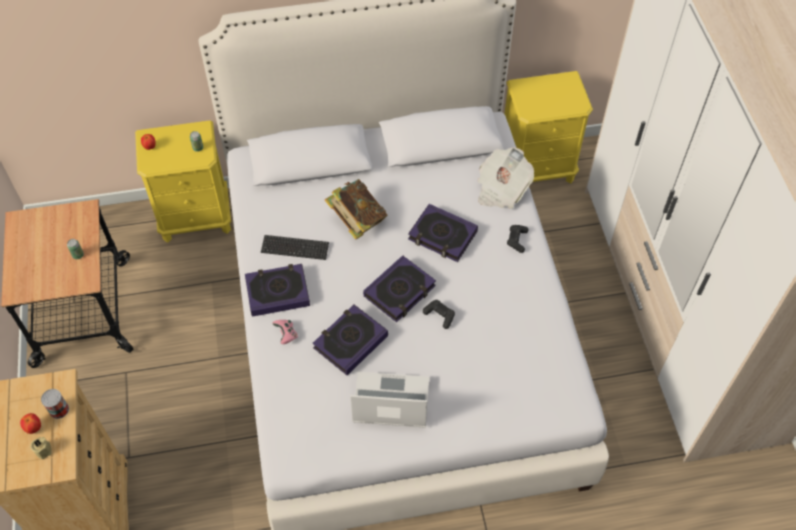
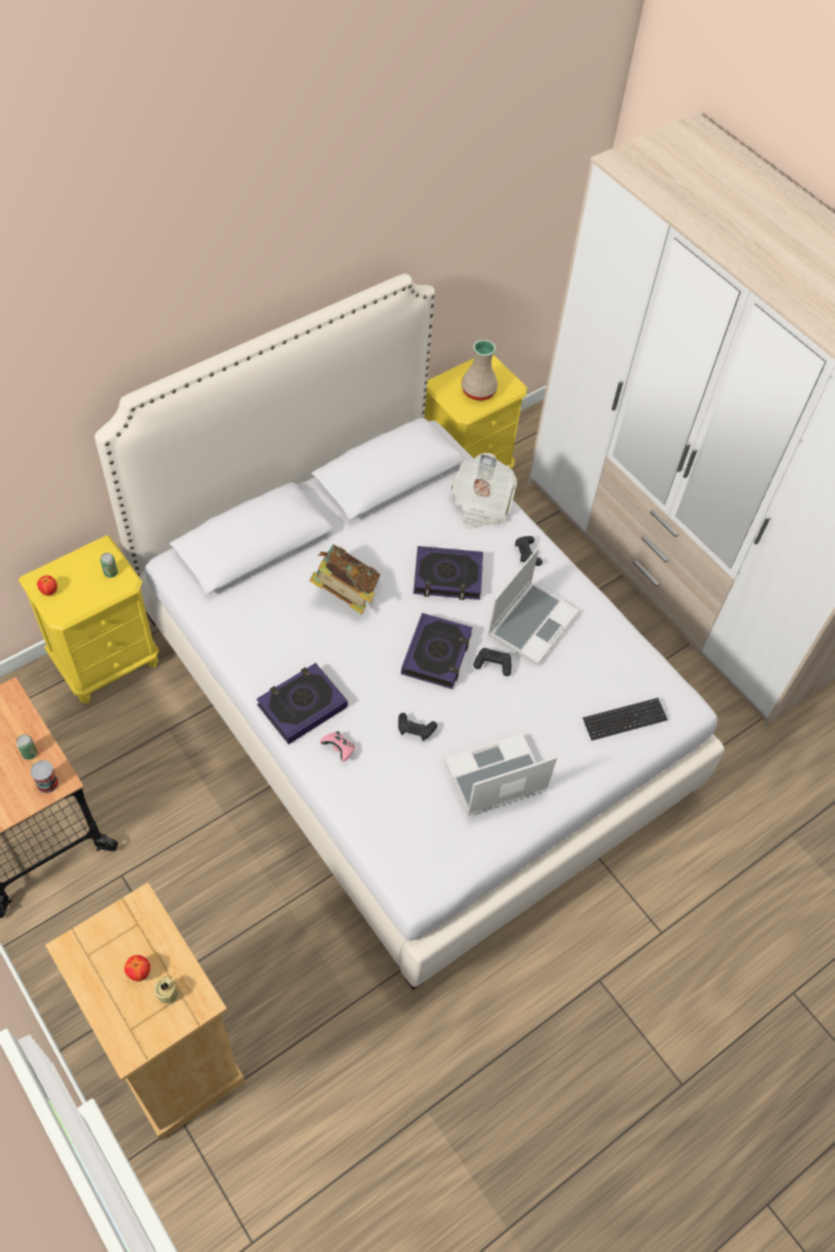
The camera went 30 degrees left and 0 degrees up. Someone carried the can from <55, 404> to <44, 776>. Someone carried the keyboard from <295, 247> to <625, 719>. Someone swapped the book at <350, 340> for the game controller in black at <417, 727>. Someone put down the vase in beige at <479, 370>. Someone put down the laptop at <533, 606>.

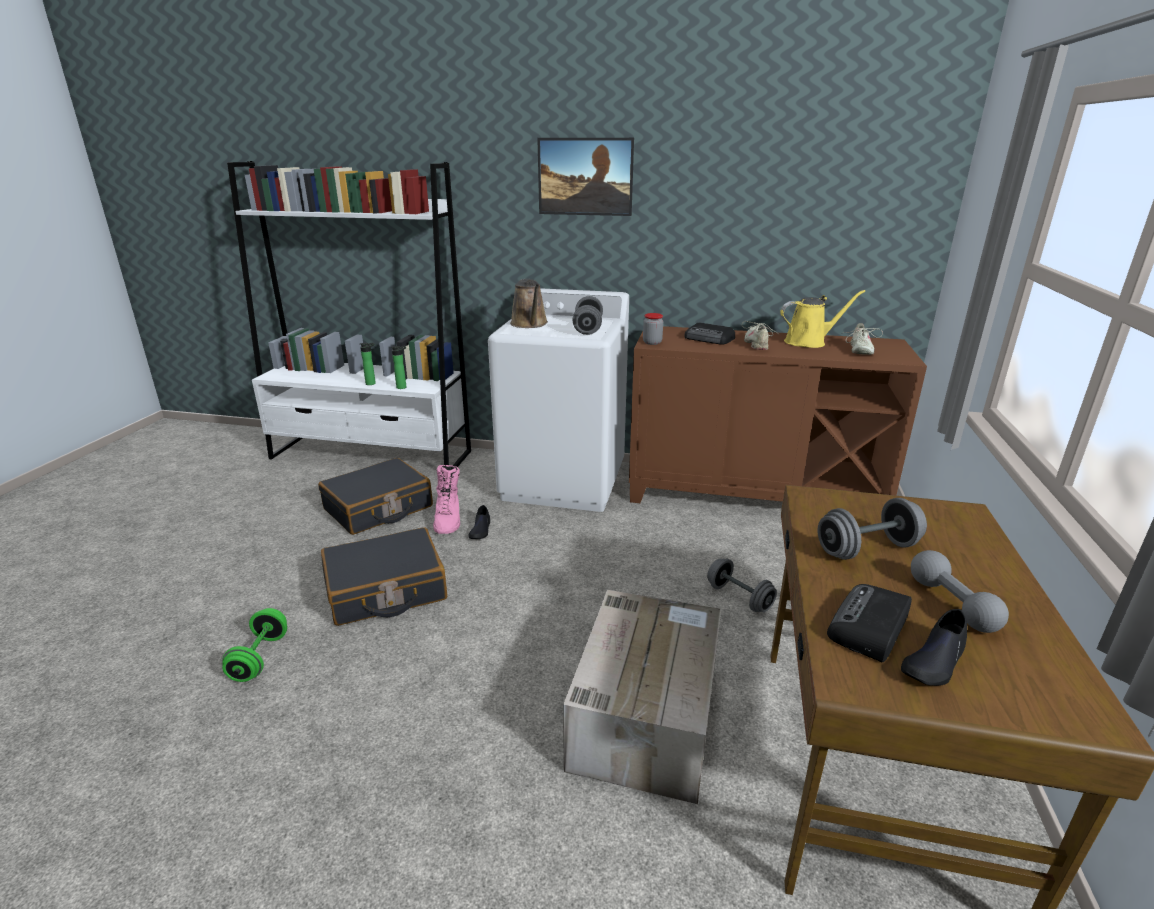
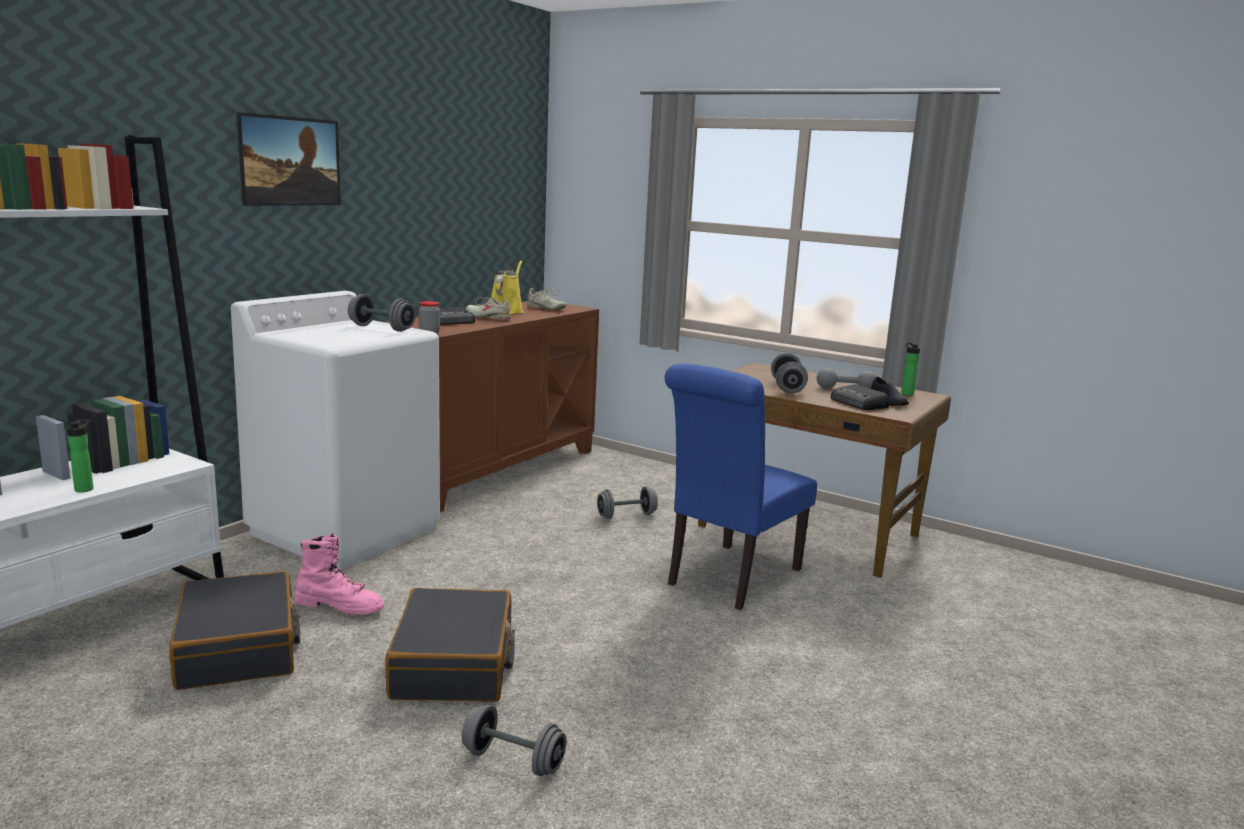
The camera went 70 degrees left and 10 degrees down. Someone repainted the dumbbell in green at <254, 645>, which became the dumbbell in grey at <514, 740>. Someone carried the bottle from <398, 367> to <910, 369>. Someone took away the shoe in black at <479, 522>. Someone took away the watering can in brown at <529, 303>. Someone swapped the cardboard box at <642, 697> for the chair in blue at <741, 487>.

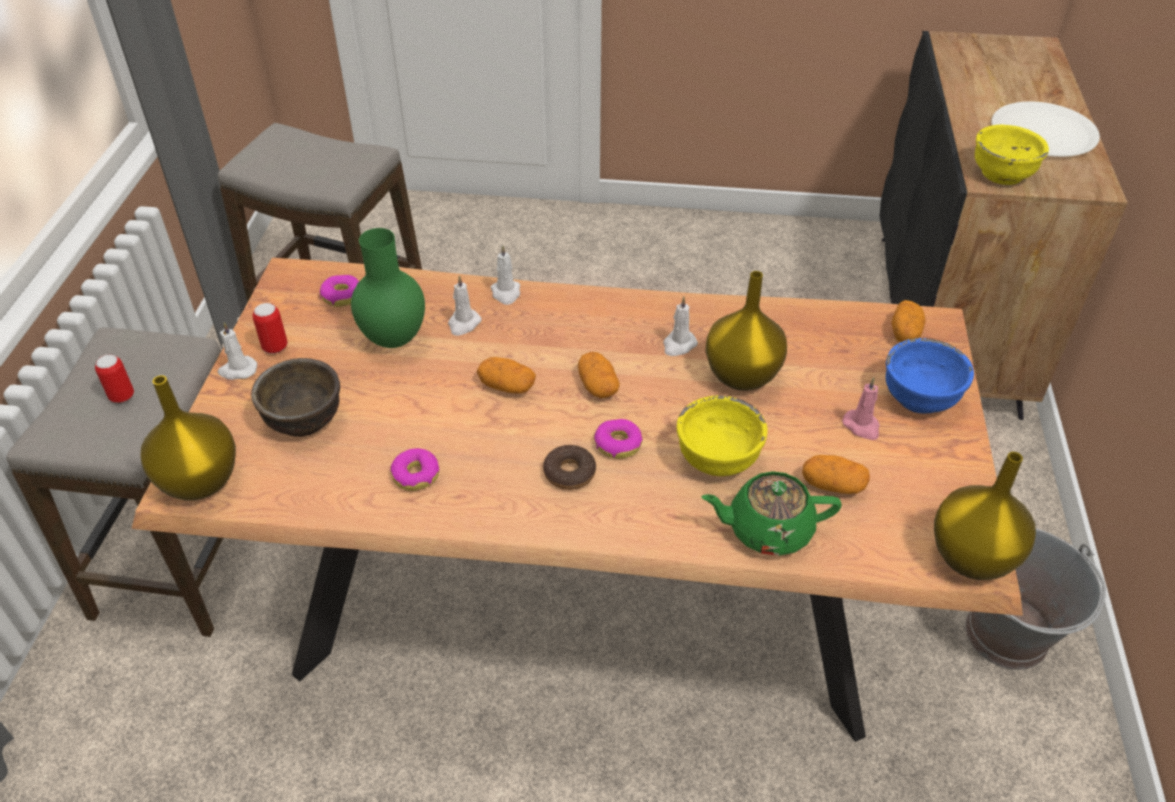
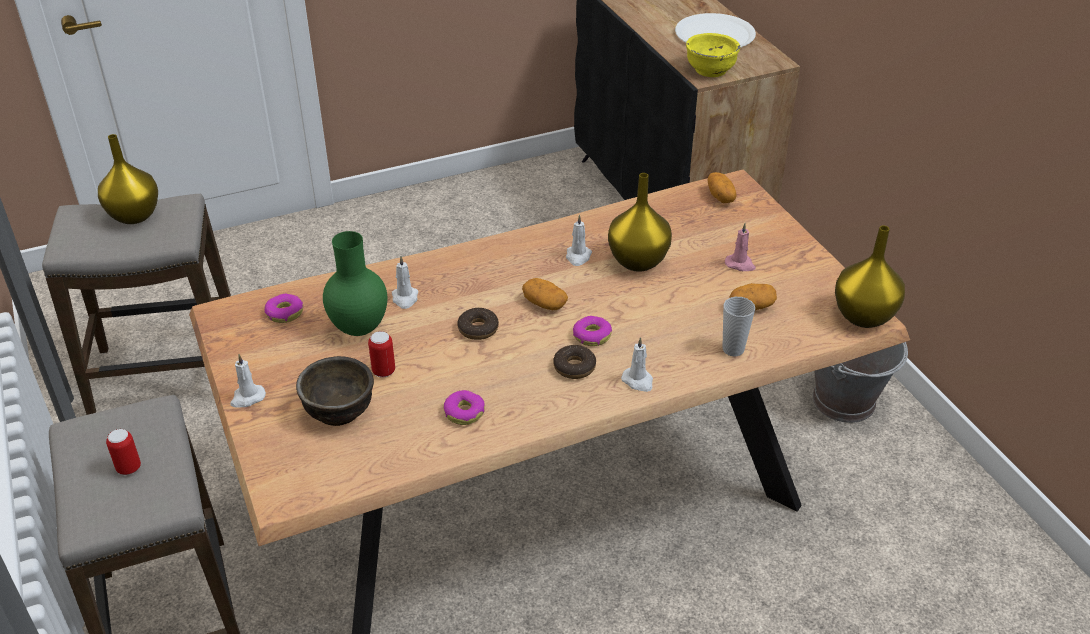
The camera went 30 degrees left and 5 degrees down. Someone carried the vase in yellow from <188, 438> to <128, 179>. Someone carried the can from <270, 328> to <381, 354>. Someone swapped the potato at <506, 375> for the donut at <478, 324>. Someone carried the candle in white from <505, 275> to <637, 364>. Someone took away the bowl in yellow at <722, 435>. Someone swapped the teapot in green at <771, 513> for the cup at <739, 326>. Someone took away the bowl in blue at <930, 376>.

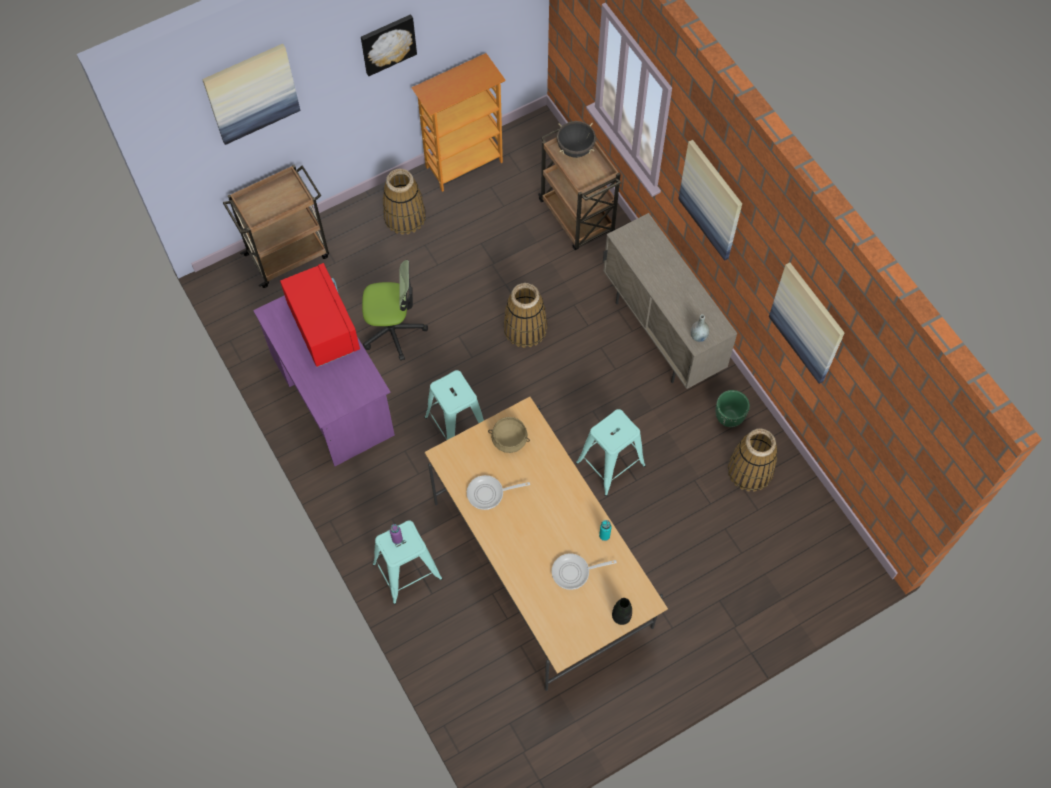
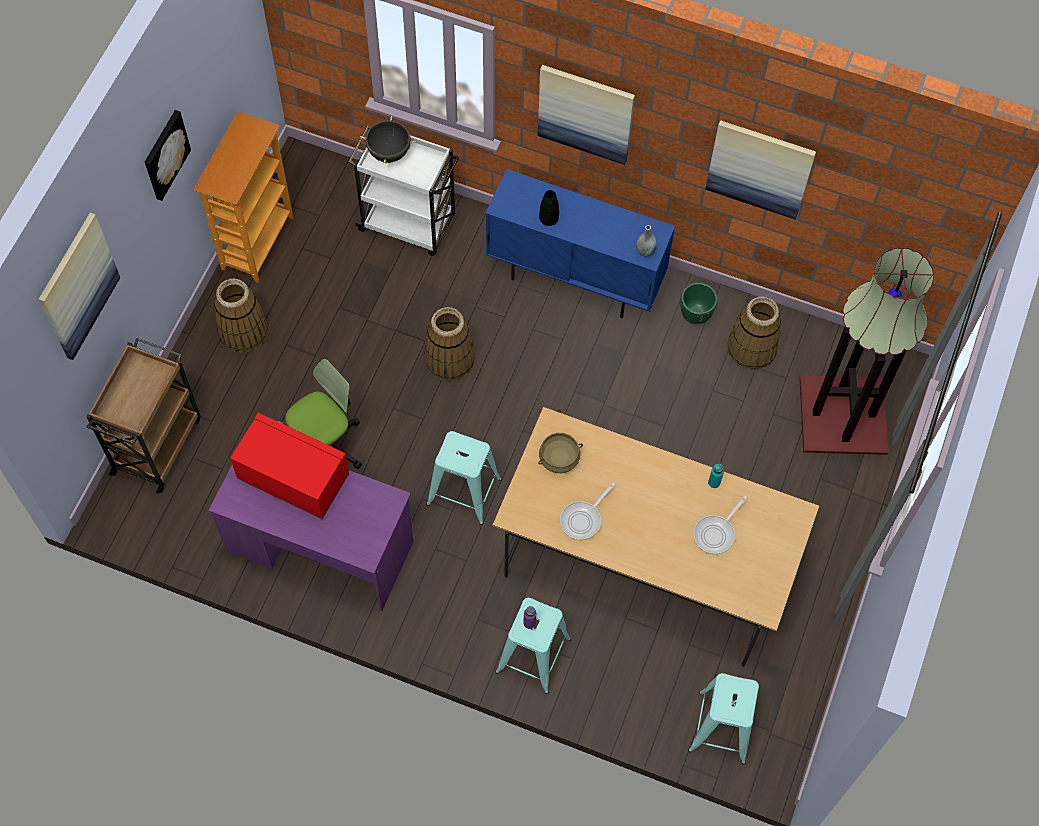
The camera went 40 degrees left and 0 degrees up. Someone repainted the cart in brown at <579, 189>, which became the cart in white at <403, 190>. Someone carried the stool in turquoise from <611, 452> to <723, 718>. Someone repainted the cabinet in beige at <670, 301>, which became the cabinet in blue at <580, 243>. Someone carried the vase in black from <622, 611> to <549, 208>. Someone put down the floor lamp at <866, 351>.

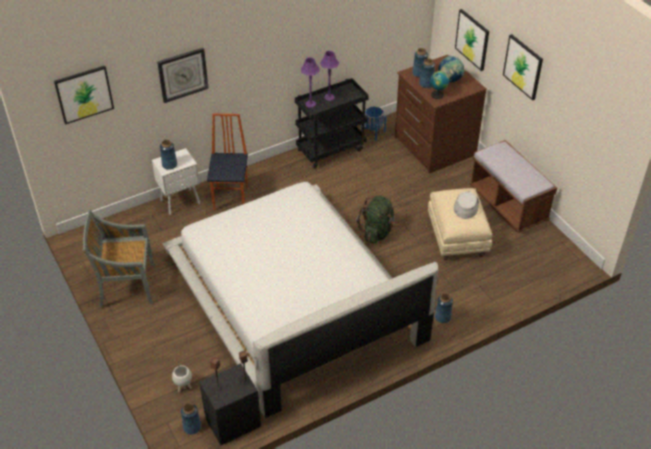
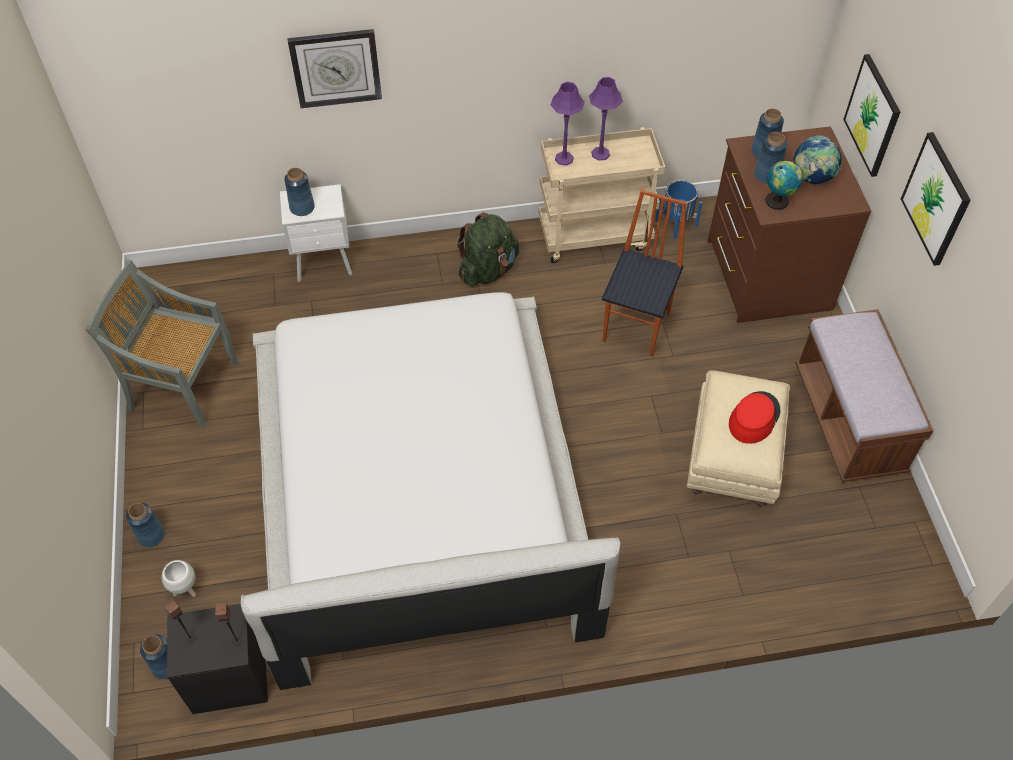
The camera went 20 degrees right and 10 degrees up. Someone took away the picture at <84, 95>. Someone carried the chair from <227, 162> to <644, 273>. Someone repainted the cart in black at <332, 123>, which became the cart in beige at <602, 195>. Someone carried the backpack in green from <375, 219> to <488, 249>. Someone carried the vase in blue from <444, 308> to <145, 525>. Someone repainted the hat in grey at <466, 205>, which became the hat in red at <755, 417>.

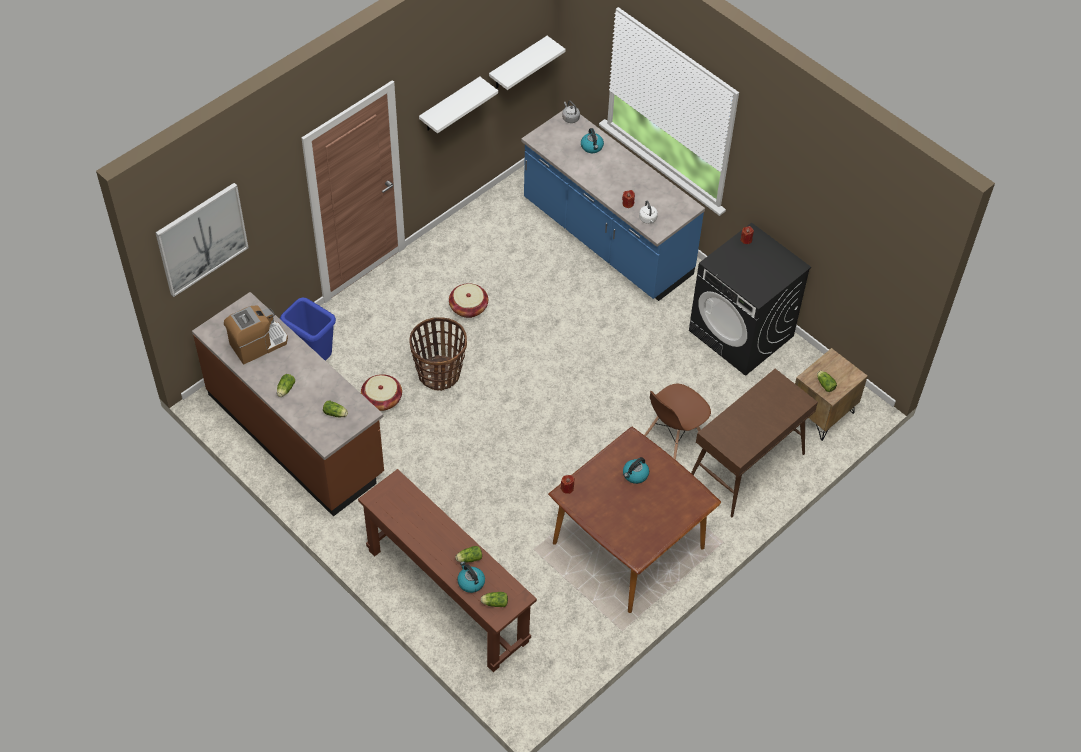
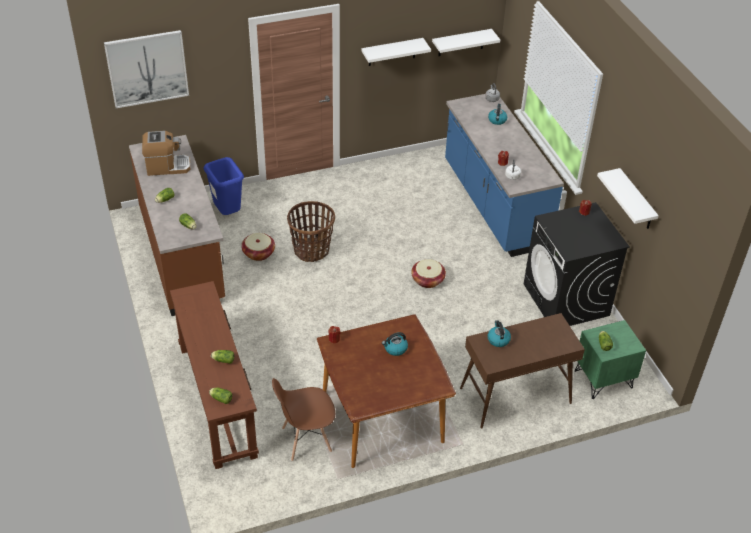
The camera went 25 degrees right and 10 degrees down. Someone carried the basket from <468, 300> to <428, 273>. Someone carried the kettle from <471, 577> to <499, 333>. Someone carried the chair in brown from <677, 422> to <303, 419>. Someone repainted the nightstand in brown at <831, 394>, which became the nightstand in green at <610, 359>. Someone put up the shelf in white at <628, 198>.

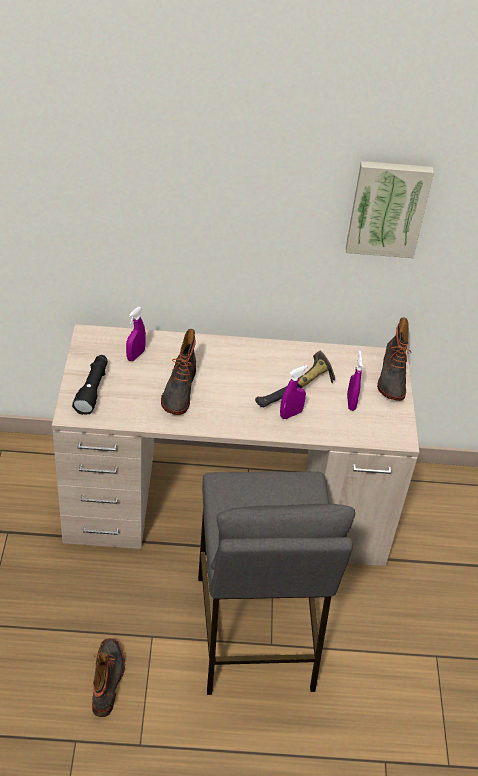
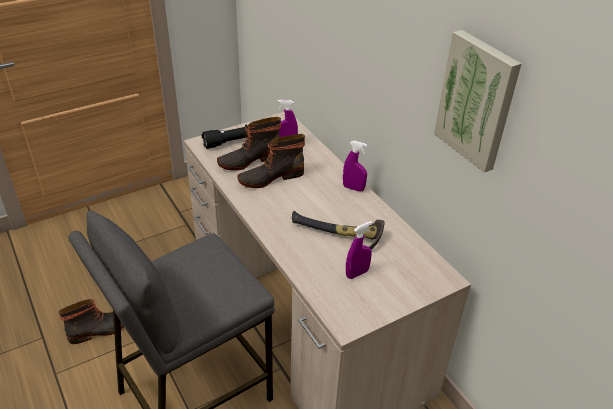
The camera went 60 degrees right and 5 degrees down. Someone carried the spray bottle in purple from <294, 392> to <355, 166>. Someone carried the boot from <394, 359> to <249, 144>.

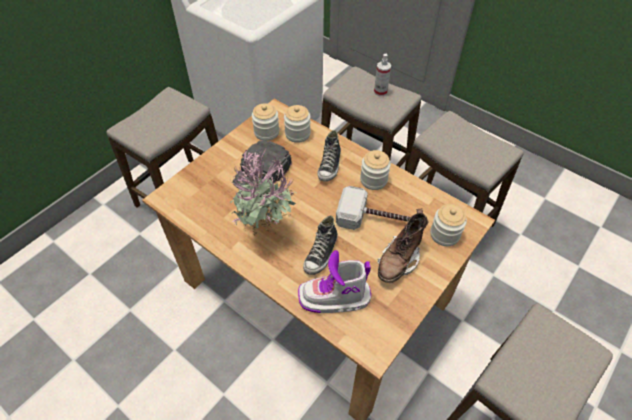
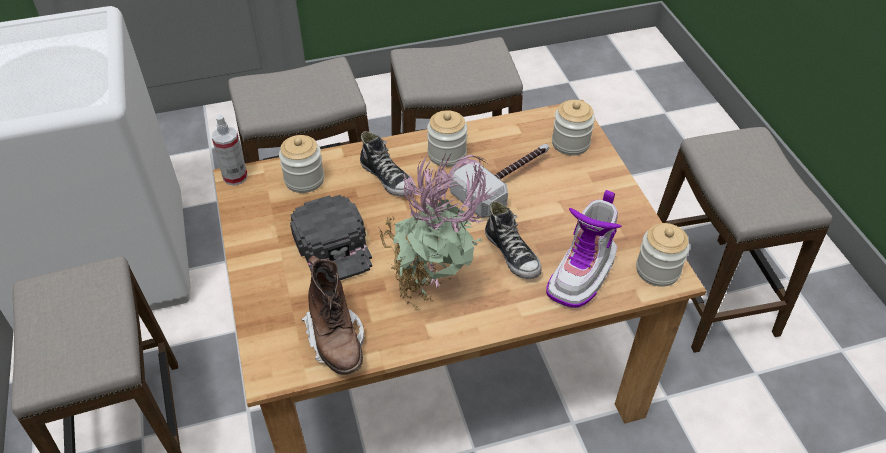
The camera went 55 degrees left and 5 degrees down. Someone carried the jar from <265, 122> to <663, 255>. Someone carried the spray bottle from <382, 75> to <230, 150>. Someone carried the boot in brown from <403, 246> to <333, 315>.

